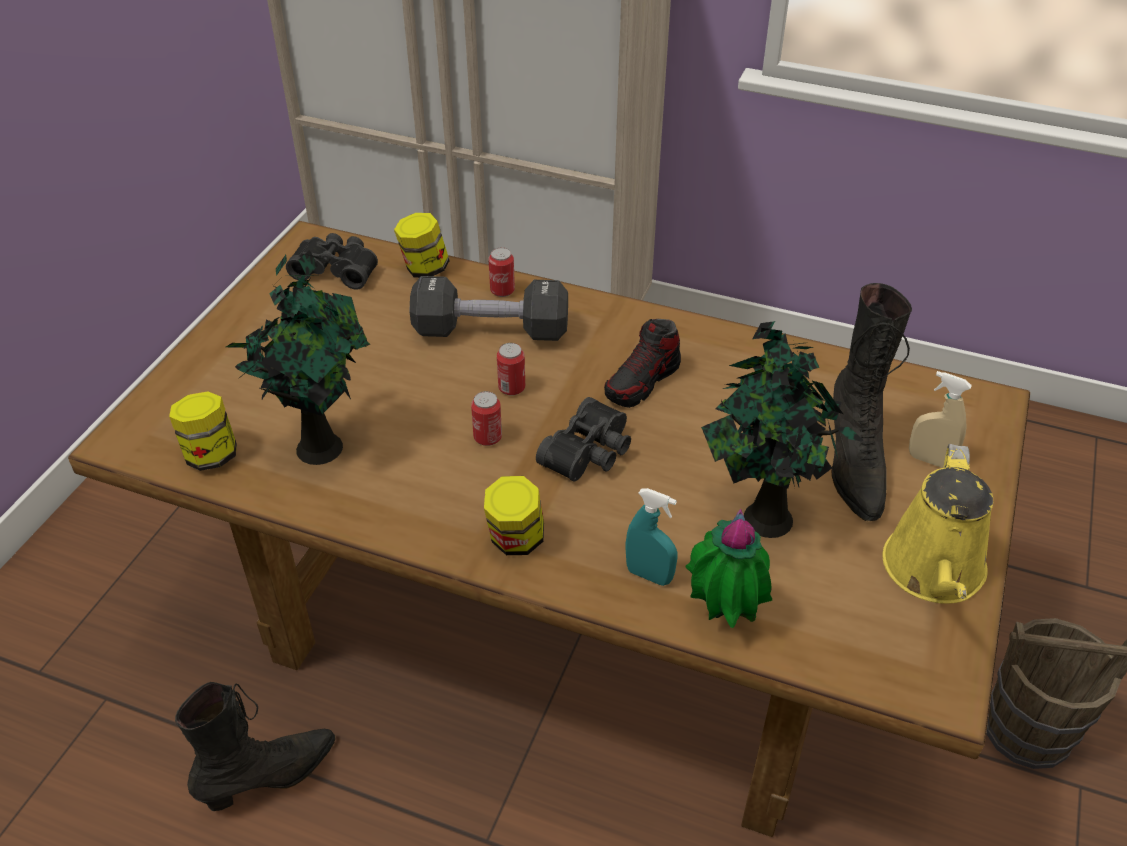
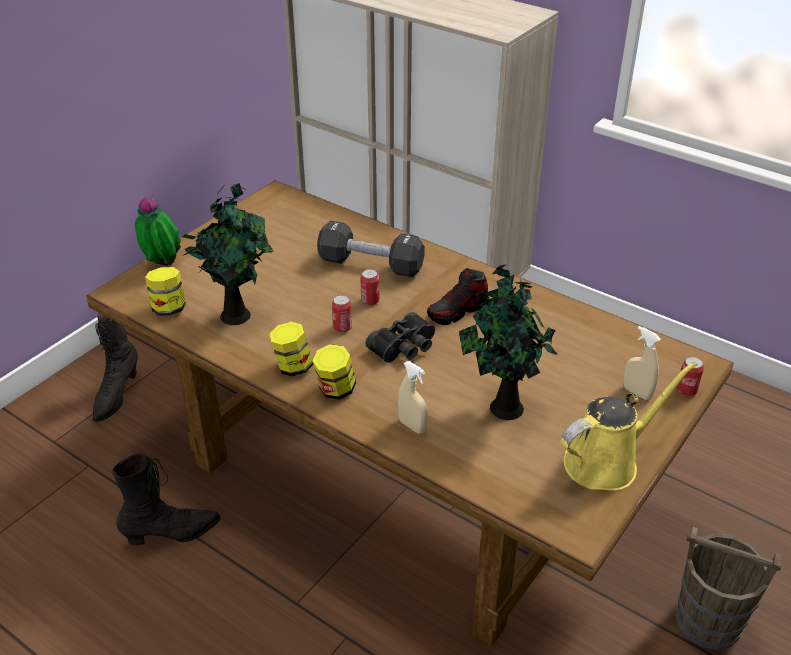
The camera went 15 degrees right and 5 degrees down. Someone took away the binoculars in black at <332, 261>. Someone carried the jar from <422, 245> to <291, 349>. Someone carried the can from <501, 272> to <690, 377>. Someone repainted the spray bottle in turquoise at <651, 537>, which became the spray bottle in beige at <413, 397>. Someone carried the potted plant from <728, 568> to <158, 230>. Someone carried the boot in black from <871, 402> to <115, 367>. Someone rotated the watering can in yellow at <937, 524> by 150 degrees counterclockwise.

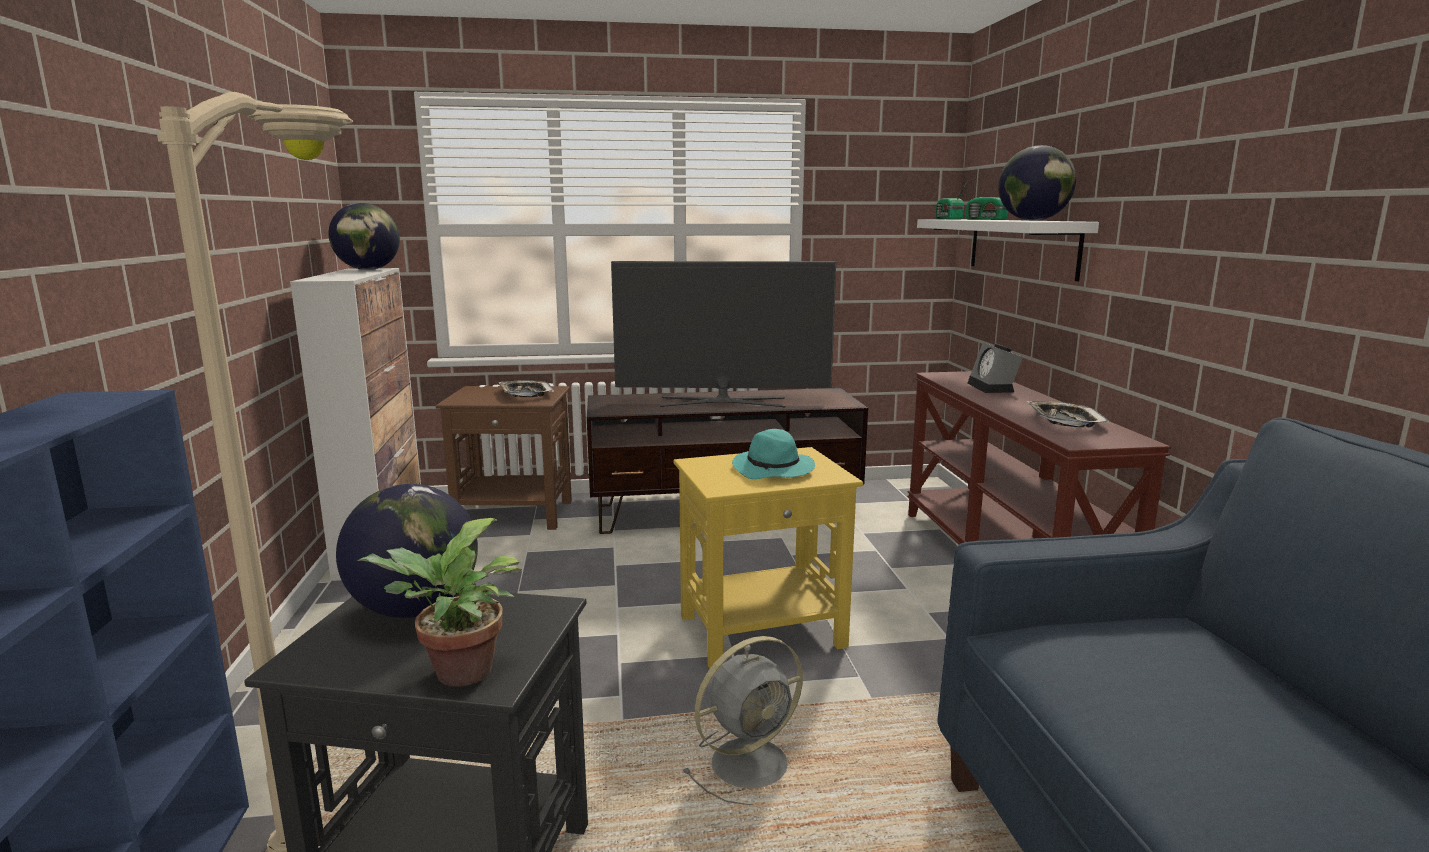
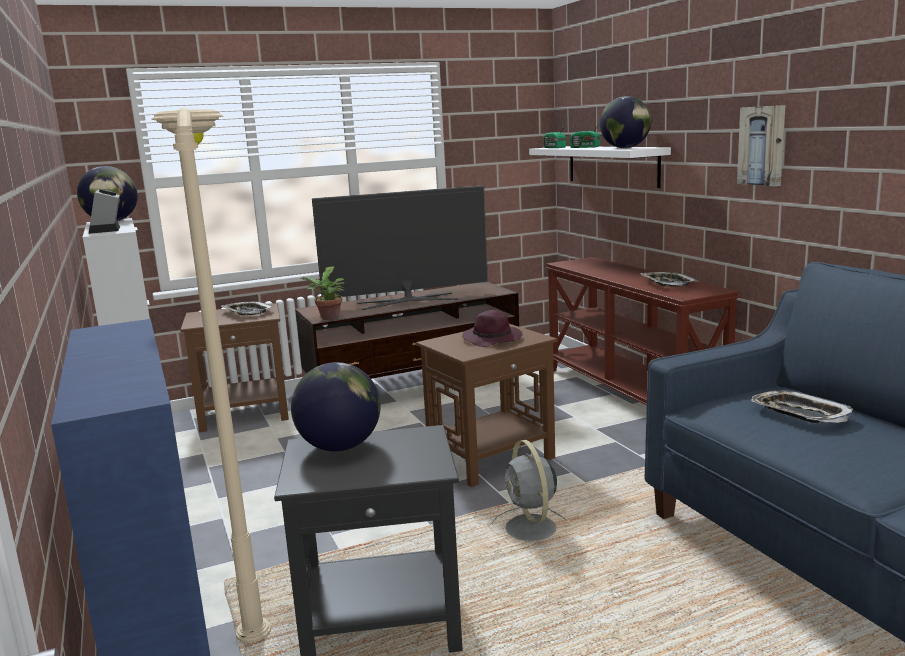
The camera went 15 degrees left and 0 degrees up. Someone carried the potted plant from <439, 602> to <322, 293>. Someone repainted the side table in yellow at <768, 558>, which became the side table in brown at <487, 405>. Someone rotated the fan in grey at <742, 720> by 120 degrees clockwise. Someone repainted the hat in turquoise at <773, 454>, which became the hat in purple at <492, 328>. Someone carried the alarm clock from <995, 368> to <104, 211>. Someone put up the picture at <761, 145>. Someone put down the tray at <802, 406>.

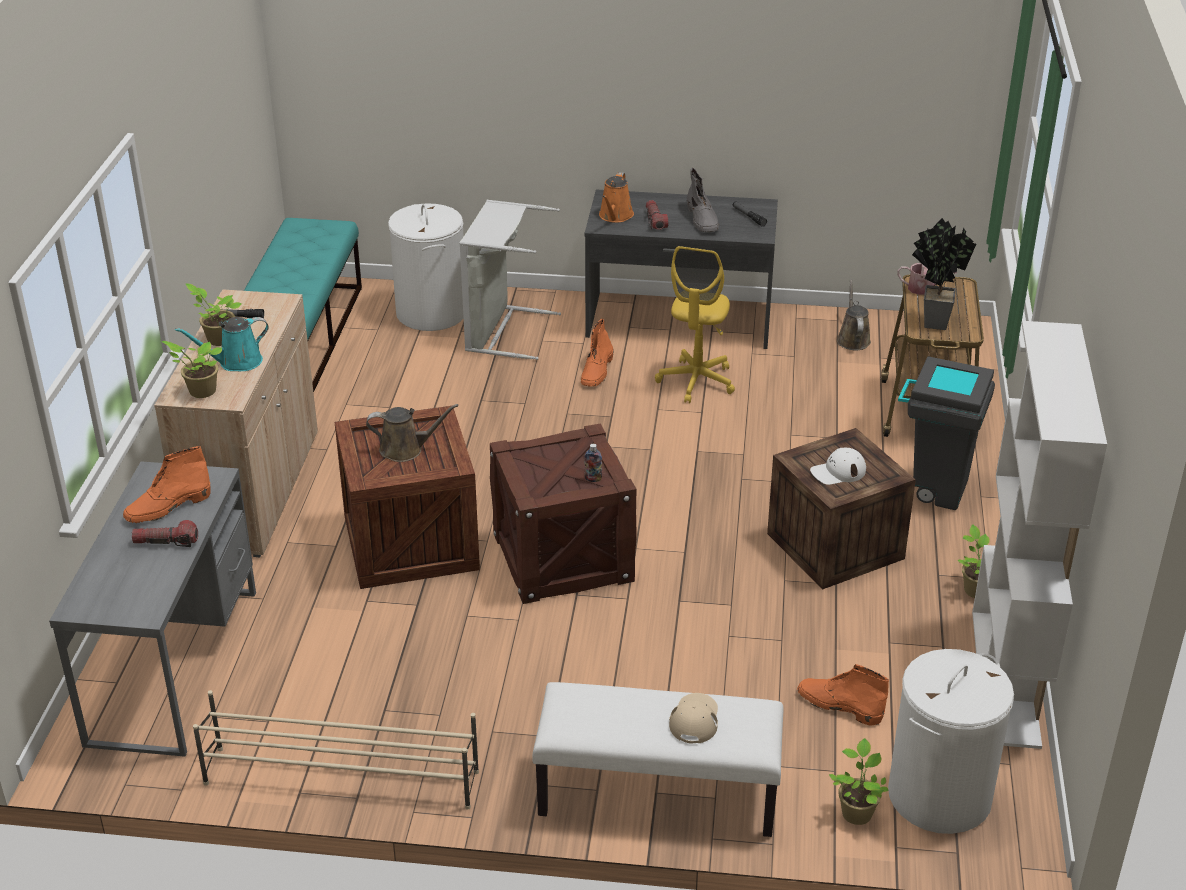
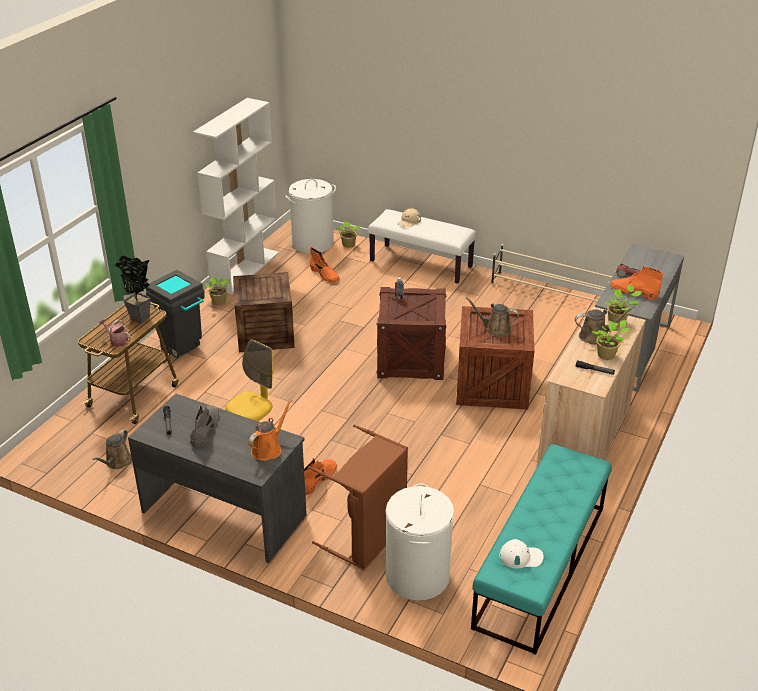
The camera went 160 degrees left and 0 degrees up. Someone rotated the boot in orange at <166, 484> by 135 degrees counterclockwise. Someone repainted the watering can in turquoise at <222, 344>, which became the watering can in brown at <605, 325>. Someone repainted the laundry basket in grey at <510, 280>, which became the laundry basket in brown at <358, 497>. Someone took away the flashlight at <657, 215>. Someone carried the cap in white from <838, 466> to <521, 553>.

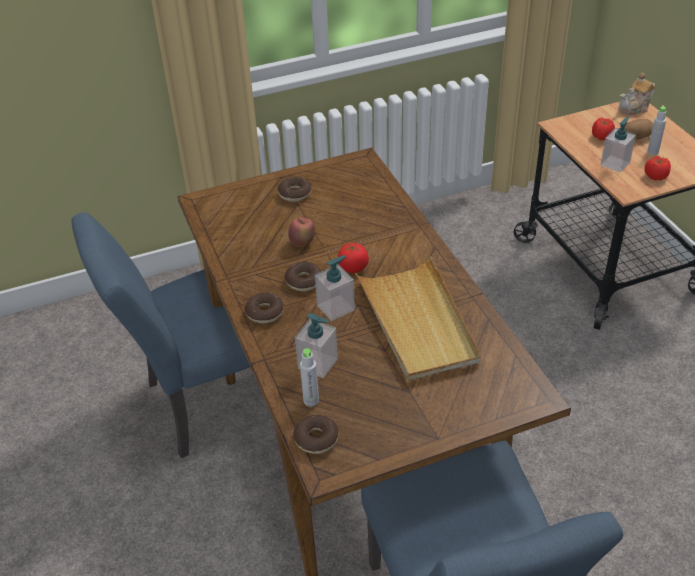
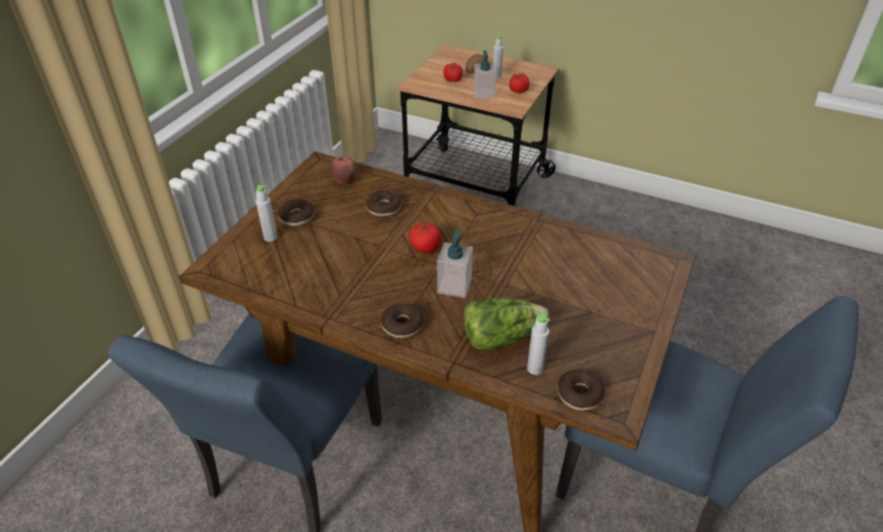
The camera went 45 degrees left and 0 degrees up. Someone carried the donut from <303, 276> to <383, 203>. Someone carried the apple from <301, 232> to <343, 170>. Someone swapped the soap dispenser at <316, 345> for the lettuce at <506, 324>. Someone took away the tray in beige at <418, 318>. Someone took away the teapot at <637, 94>. Someone put down the bottle in grey at <267, 213>.

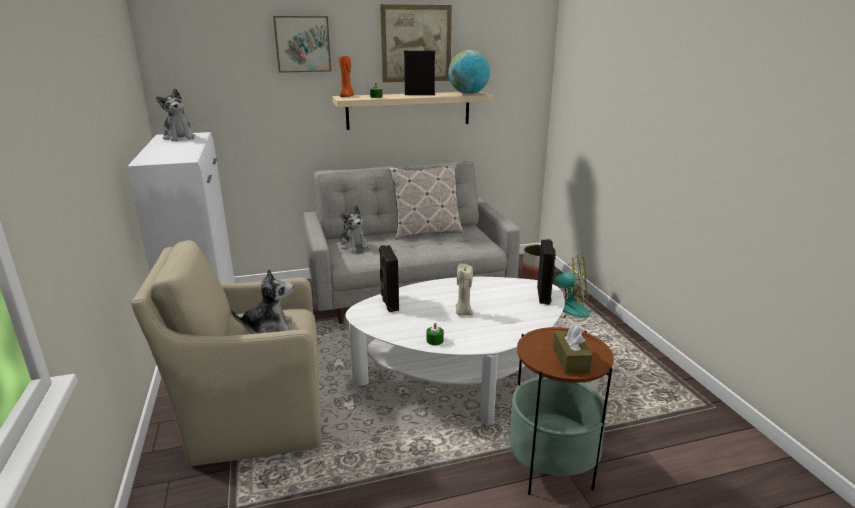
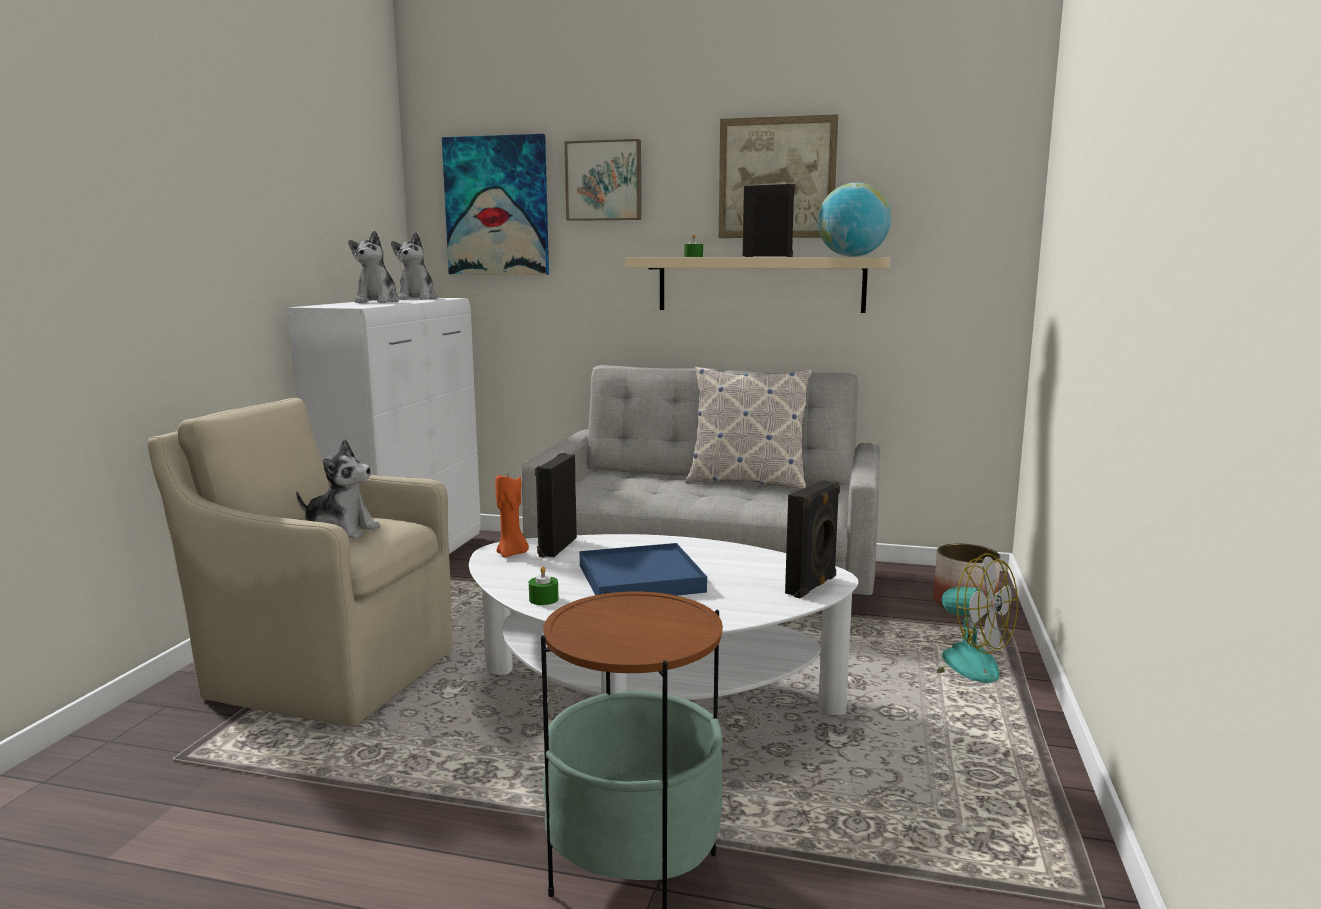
The camera went 30 degrees right and 10 degrees down. Someone carried the candle in orange from <346, 76> to <512, 516>. Someone carried the plush toy from <354, 229> to <374, 267>. Someone swapped the candle in beige at <464, 290> for the tray in blue at <643, 569>. Someone took away the tissue box in brown at <572, 348>. Someone put up the picture at <495, 204>.

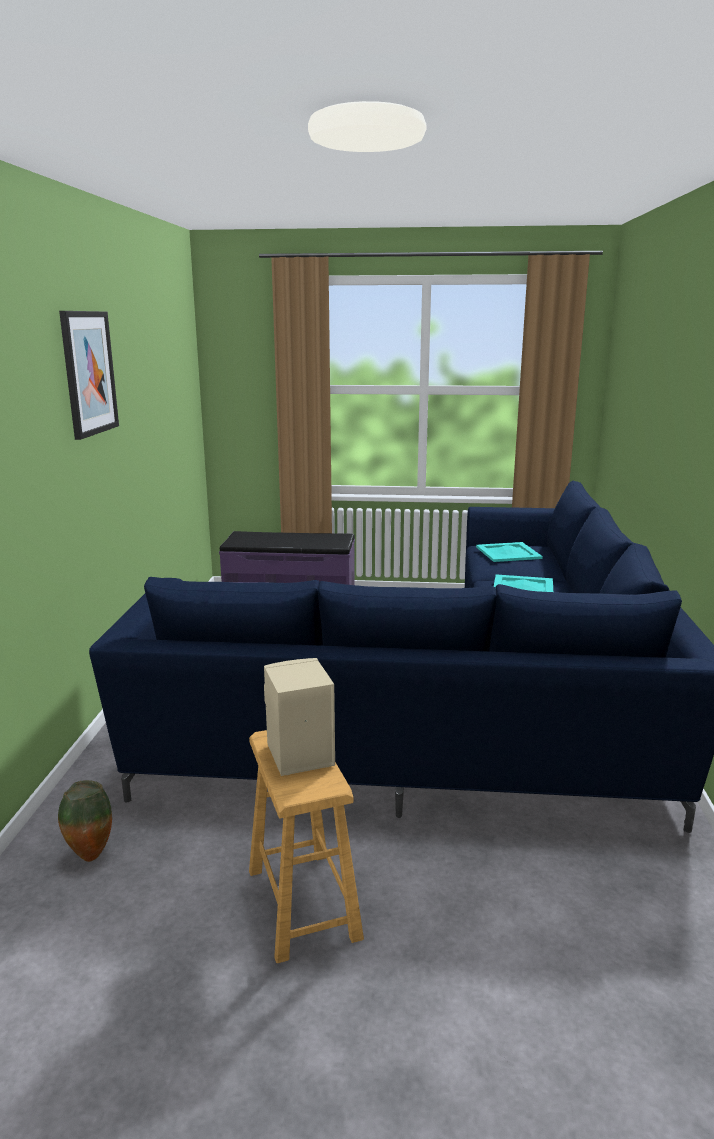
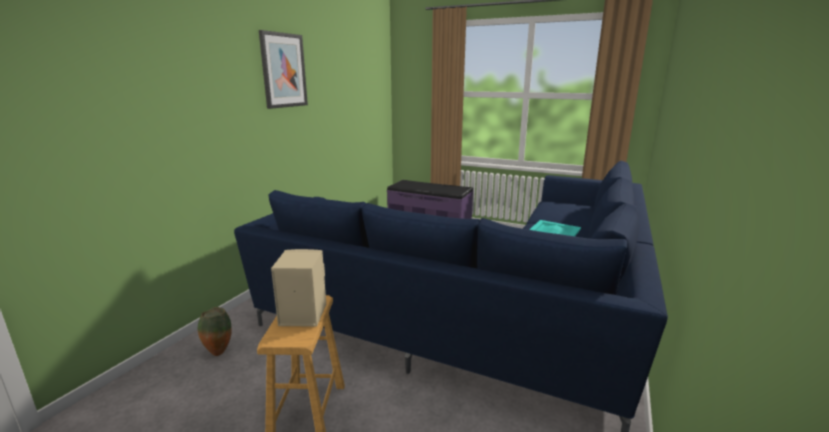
The camera went 20 degrees right and 0 degrees up. Someone took away the tray in turquoise at <509, 552>.

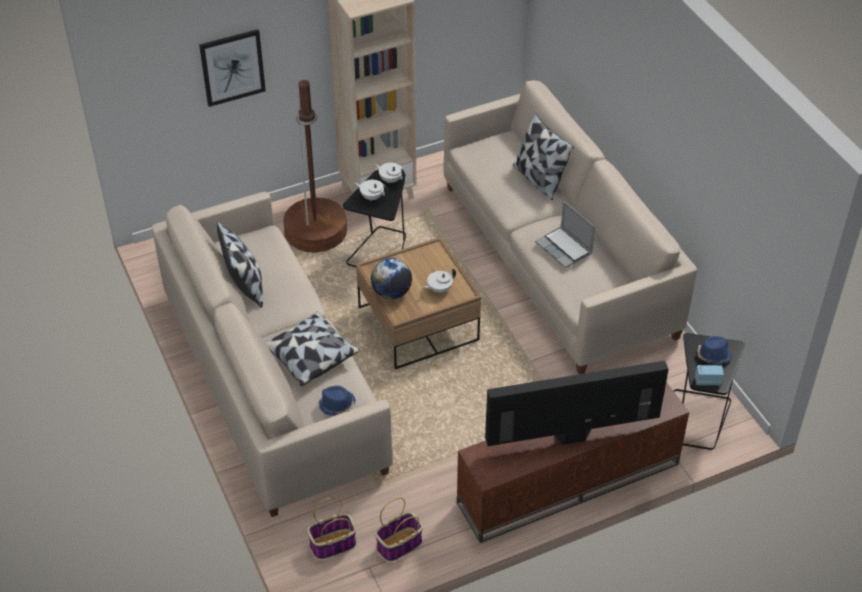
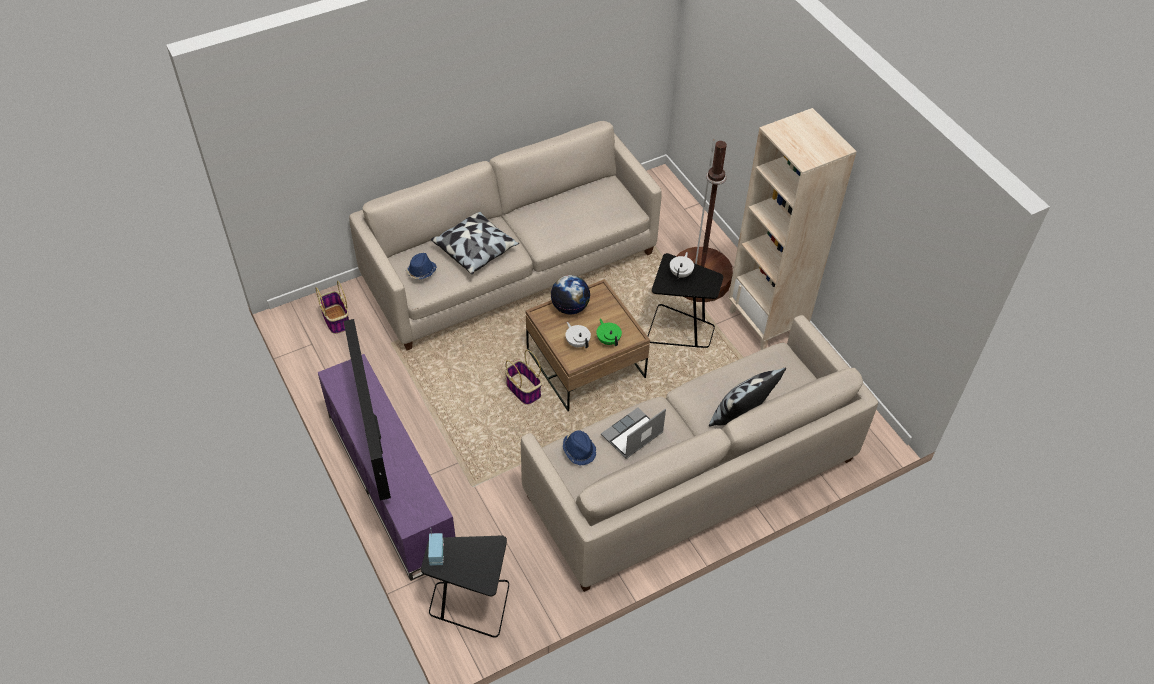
The camera went 85 degrees right and 5 degrees up. Someone took away the picture at <232, 68>. Someone took away the pillow at <240, 264>. Someone took away the teapot in white at <390, 173>. Someone carried the basket from <399, 529> to <523, 377>. Someone repainted the tv stand in brown at <573, 462>, which became the tv stand in purple at <386, 467>. Someone carried the hat in blue from <714, 350> to <579, 448>. Someone put down the teapot in green at <609, 332>.

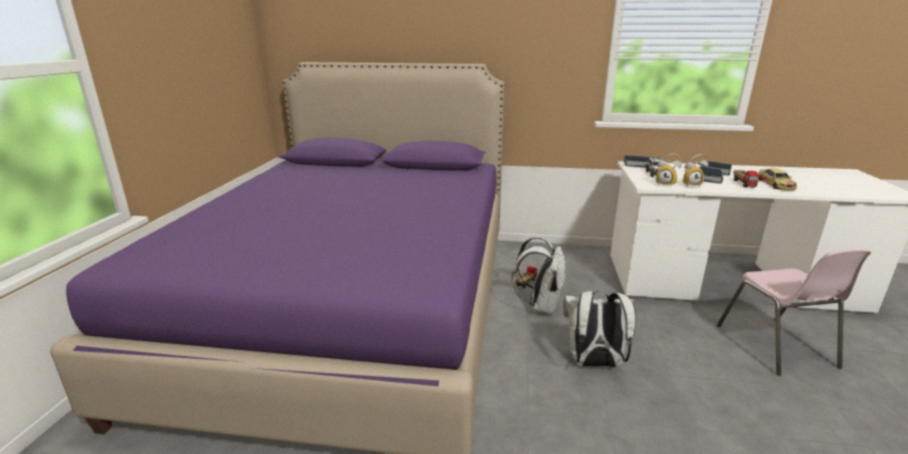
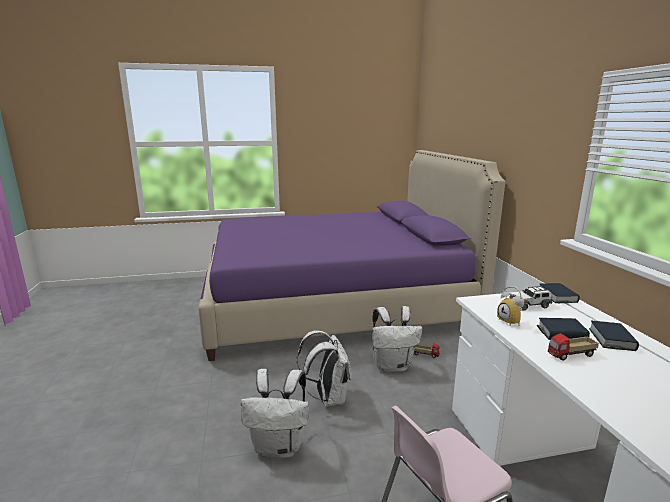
The camera went 70 degrees right and 5 degrees down. Someone took away the alarm clock at <669, 169>. Someone took away the toy car at <777, 180>. Someone put down the backpack in white at <275, 413>.

